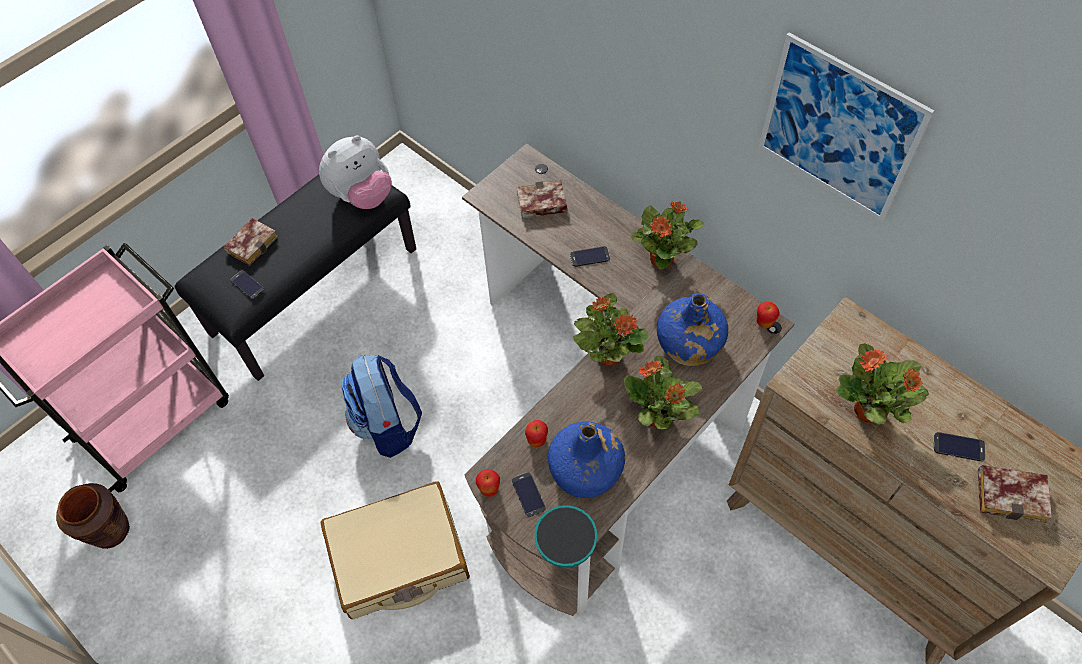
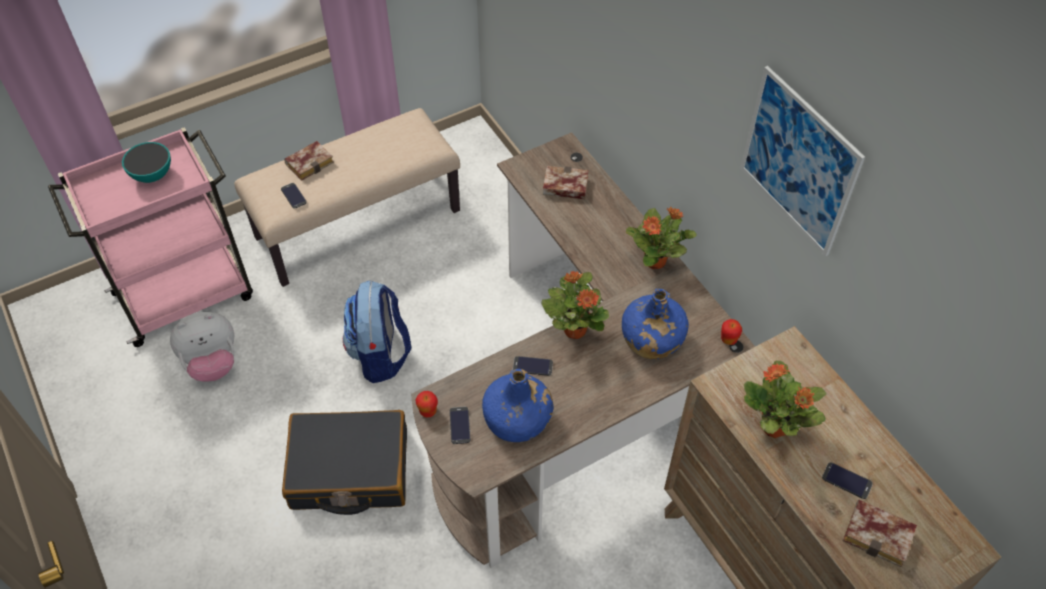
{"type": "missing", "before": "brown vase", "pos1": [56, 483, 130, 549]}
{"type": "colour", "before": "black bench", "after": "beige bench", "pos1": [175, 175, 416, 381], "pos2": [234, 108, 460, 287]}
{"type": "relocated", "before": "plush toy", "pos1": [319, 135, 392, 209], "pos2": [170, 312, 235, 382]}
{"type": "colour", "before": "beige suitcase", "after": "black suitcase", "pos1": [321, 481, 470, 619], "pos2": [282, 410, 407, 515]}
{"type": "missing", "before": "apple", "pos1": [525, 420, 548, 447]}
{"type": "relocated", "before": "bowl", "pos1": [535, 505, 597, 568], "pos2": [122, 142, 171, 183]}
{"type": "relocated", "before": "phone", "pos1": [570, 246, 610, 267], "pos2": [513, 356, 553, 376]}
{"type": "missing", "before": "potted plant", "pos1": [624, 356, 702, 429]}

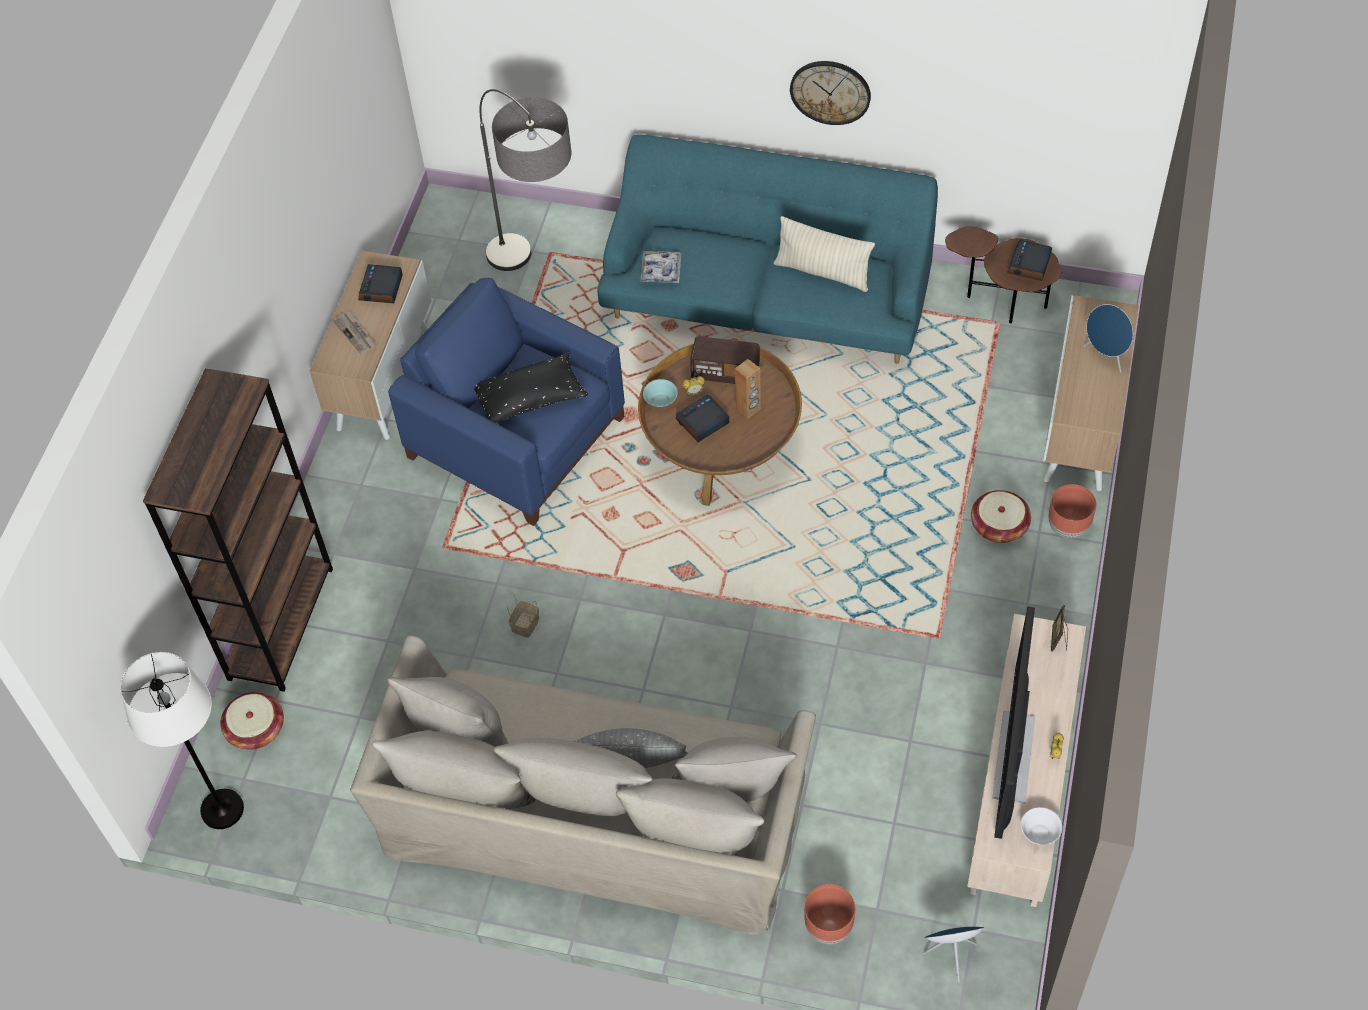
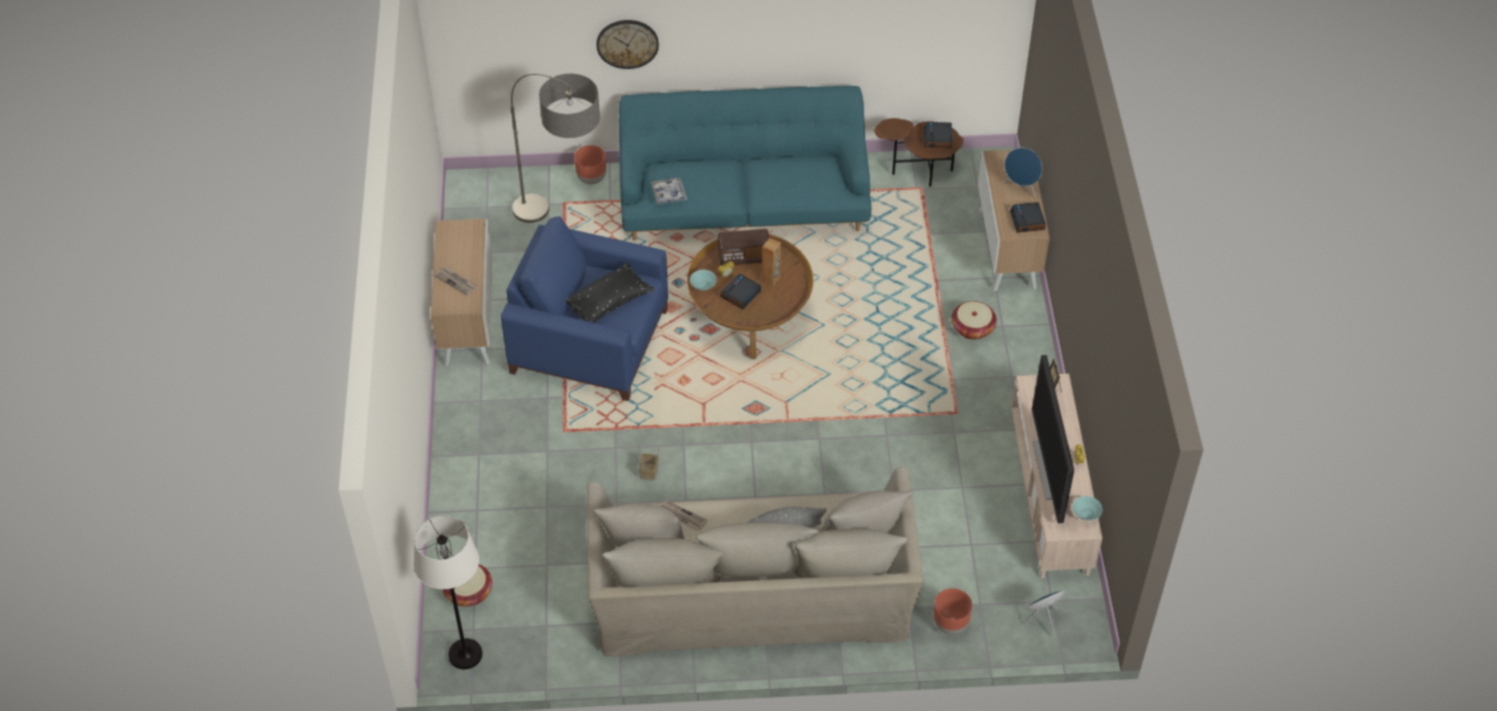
{"type": "missing", "before": "brown bookcase", "pos1": [143, 368, 333, 692]}
{"type": "relocated", "before": "alarm clock", "pos1": [359, 264, 403, 303], "pos2": [1010, 202, 1046, 233]}
{"type": "missing", "before": "beige pillow", "pos1": [774, 216, 875, 292]}
{"type": "relocated", "before": "wall clock", "pos1": [790, 61, 871, 125], "pos2": [597, 20, 659, 69]}
{"type": "colour", "before": "white bowl", "after": "turquoise bowl", "pos1": [1021, 807, 1062, 845], "pos2": [1073, 496, 1102, 520]}
{"type": "relocated", "before": "brown planter", "pos1": [1049, 484, 1096, 539], "pos2": [574, 145, 606, 184]}
{"type": "appeared", "after": "newspaper", "pos2": [660, 500, 708, 531]}

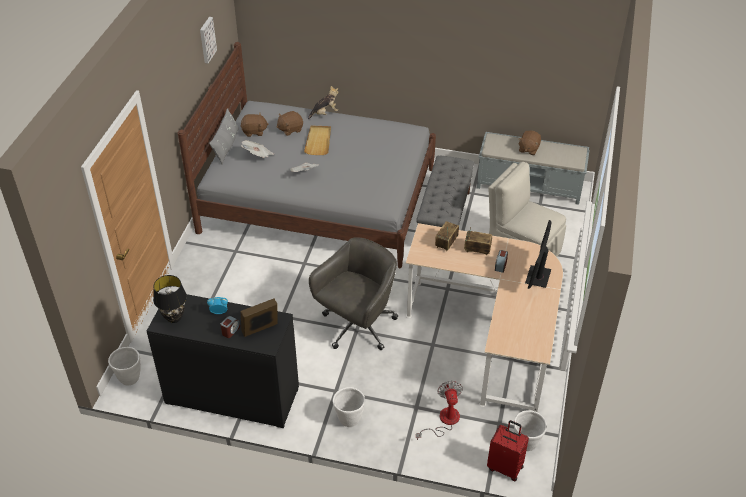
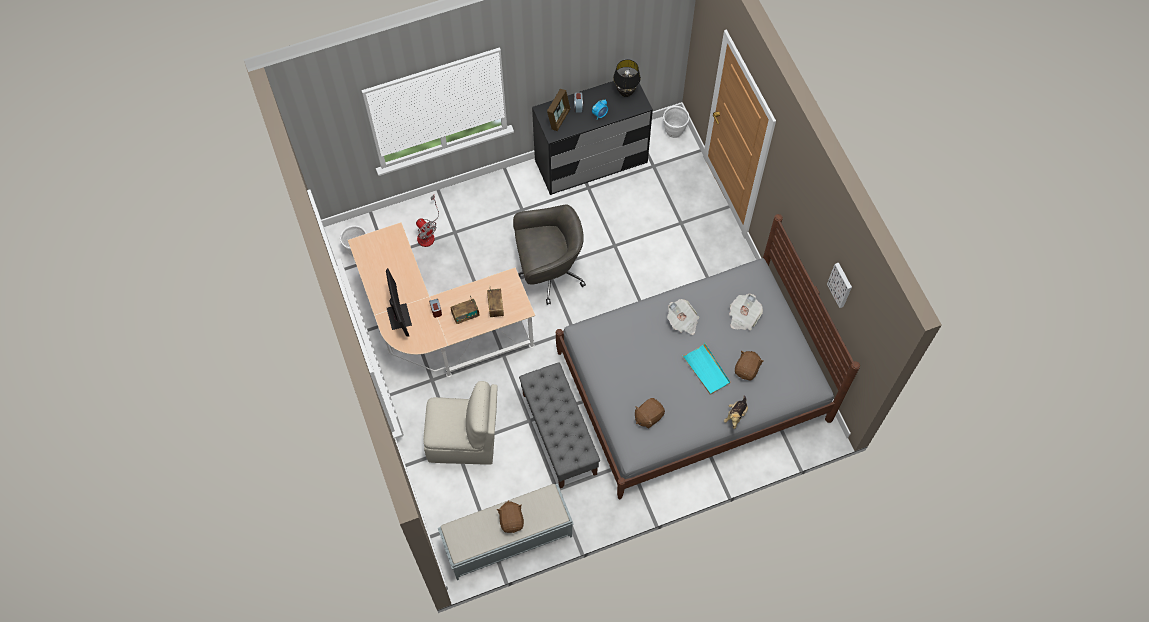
{"type": "missing", "before": "grey pillow", "pos1": [209, 108, 239, 164]}
{"type": "relocated", "before": "brown plush toy", "pos1": [241, 113, 269, 137], "pos2": [635, 398, 665, 429]}
{"type": "colour", "before": "beige tray", "after": "turquoise tray", "pos1": [304, 126, 331, 155], "pos2": [683, 343, 730, 395]}
{"type": "spun", "before": "grey office chair", "pos1": [309, 237, 398, 350], "pos2": [513, 205, 586, 305], "turn": -105}
{"type": "missing", "before": "white planter", "pos1": [333, 387, 365, 427]}
{"type": "missing", "before": "red suitcase", "pos1": [487, 420, 529, 481]}

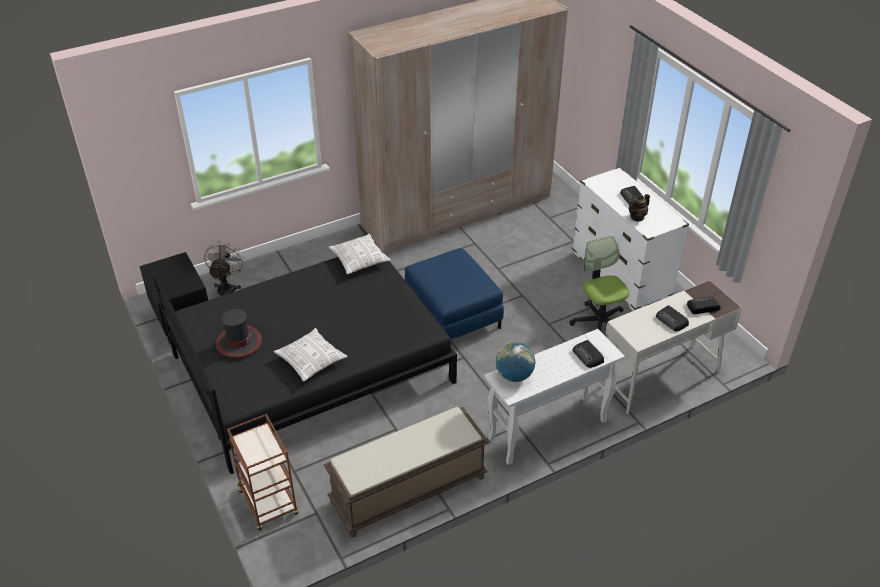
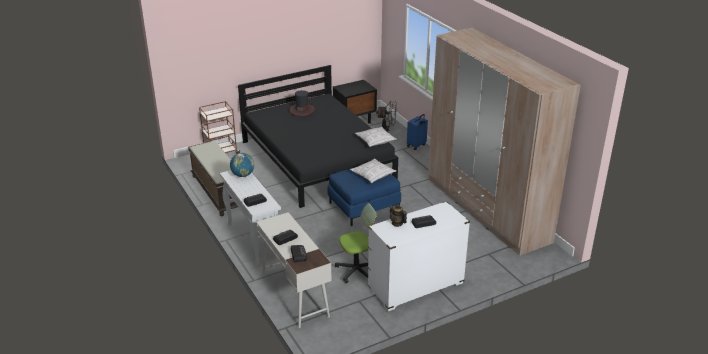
{"type": "relocated", "before": "pillow", "pos1": [274, 328, 348, 382], "pos2": [350, 159, 396, 183]}
{"type": "appeared", "after": "blue suitcase", "pos2": [407, 114, 428, 150]}

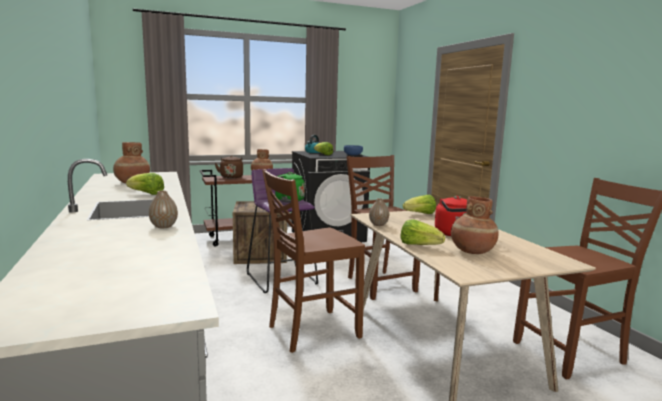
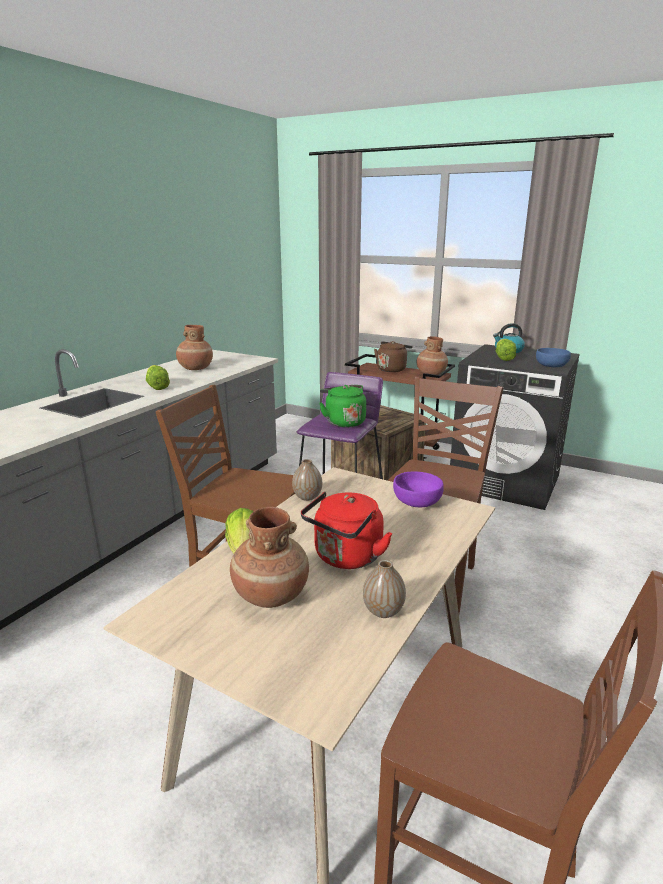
{"type": "relocated", "before": "vase", "pos1": [149, 191, 178, 228], "pos2": [363, 560, 406, 618]}
{"type": "exchanged", "before": "lettuce", "after": "purple bowl", "pos1": [403, 195, 436, 214], "pos2": [393, 471, 444, 507]}

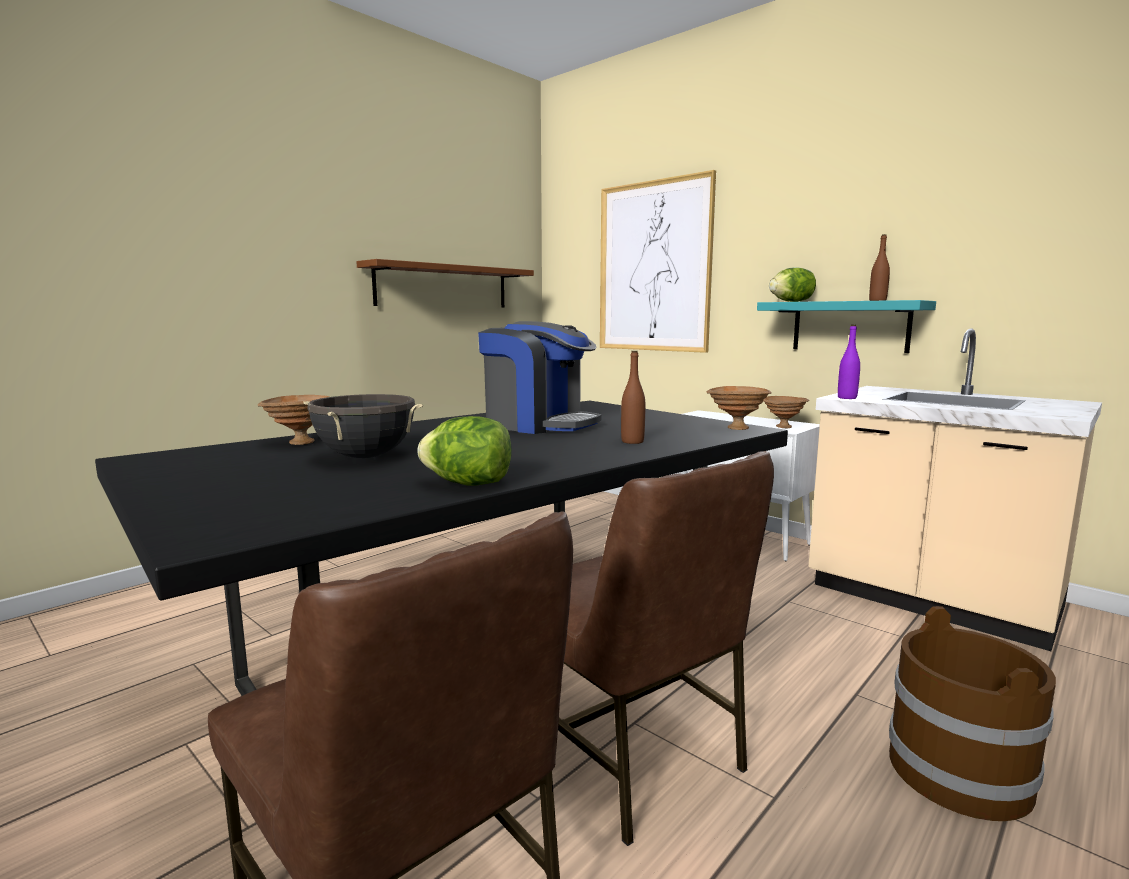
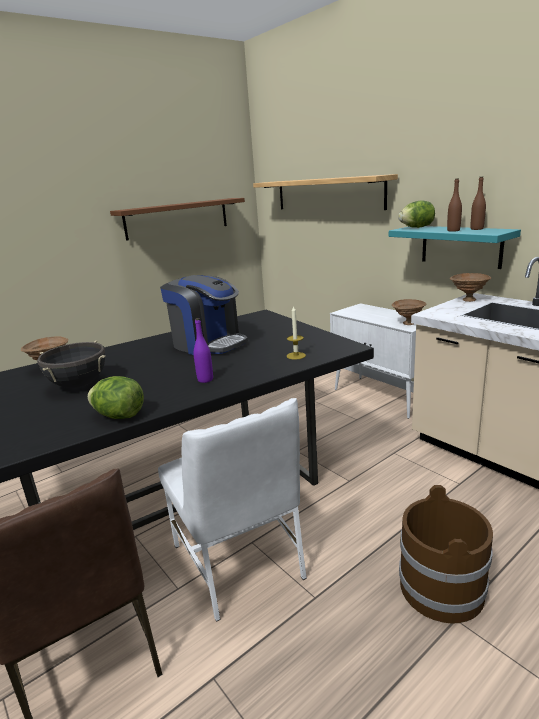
{"type": "colour", "before": "brown chair", "after": "white chair", "pos1": [558, 451, 774, 846], "pos2": [158, 398, 307, 622]}
{"type": "exchanged", "before": "picture", "after": "shelf", "pos1": [600, 170, 716, 353], "pos2": [253, 174, 398, 210]}
{"type": "relocated", "before": "brown bottle", "pos1": [621, 351, 646, 444], "pos2": [447, 178, 462, 232]}
{"type": "relocated", "before": "brown bowl", "pos1": [707, 386, 772, 430], "pos2": [450, 273, 491, 302]}
{"type": "relocated", "before": "purple bottle", "pos1": [838, 325, 860, 399], "pos2": [194, 318, 213, 383]}
{"type": "appeared", "after": "candle", "pos2": [287, 305, 306, 360]}

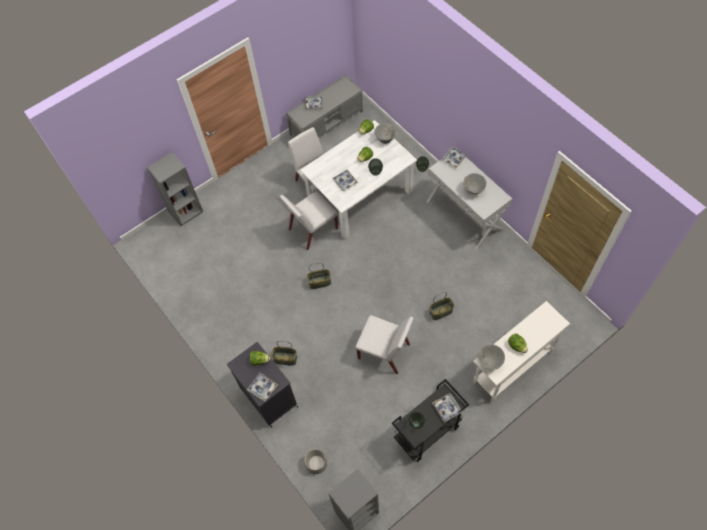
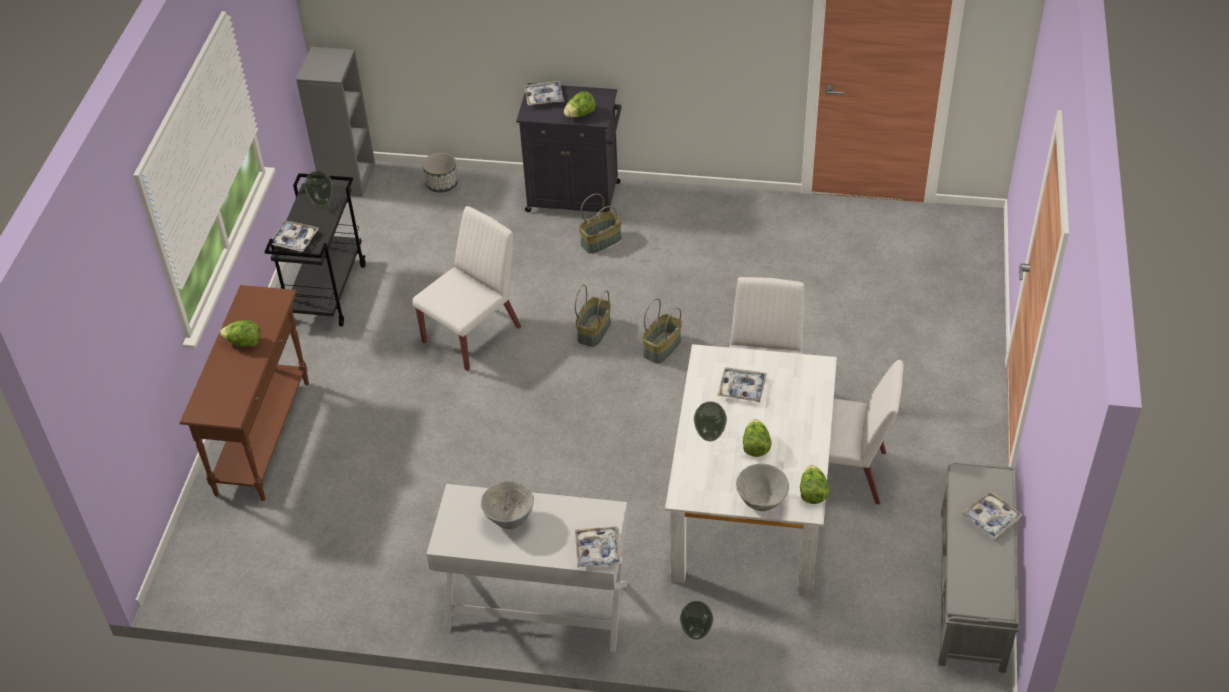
{"type": "missing", "before": "grey bookcase", "pos1": [147, 152, 203, 227]}
{"type": "spun", "before": "white chair", "pos1": [355, 315, 414, 374], "pos2": [412, 206, 521, 371], "turn": 150}
{"type": "relocated", "before": "basket", "pos1": [429, 292, 454, 320], "pos2": [575, 284, 611, 347]}
{"type": "colour", "before": "white console table", "after": "brown console table", "pos1": [473, 301, 570, 402], "pos2": [180, 285, 309, 501]}
{"type": "missing", "before": "grey bowl", "pos1": [478, 344, 505, 370]}

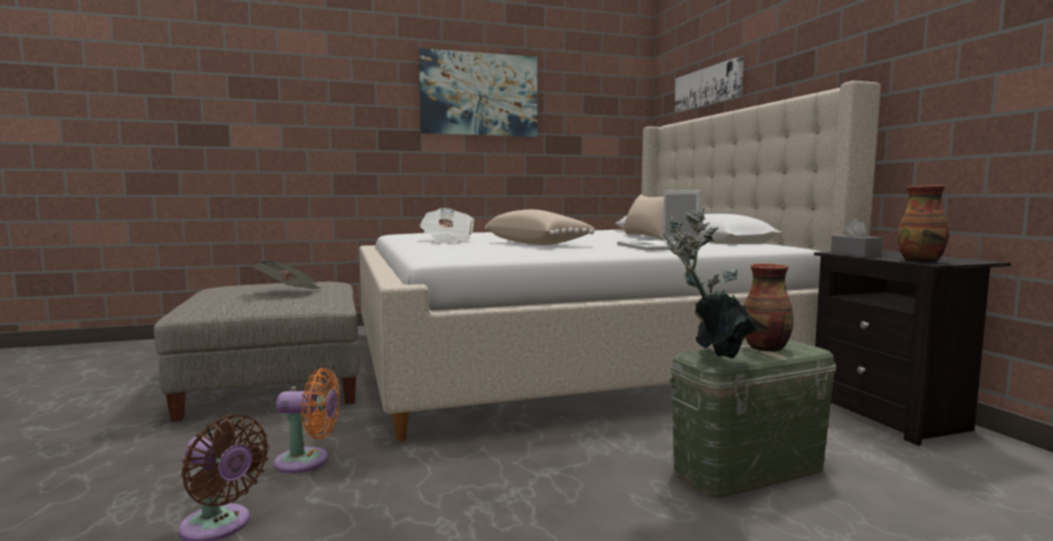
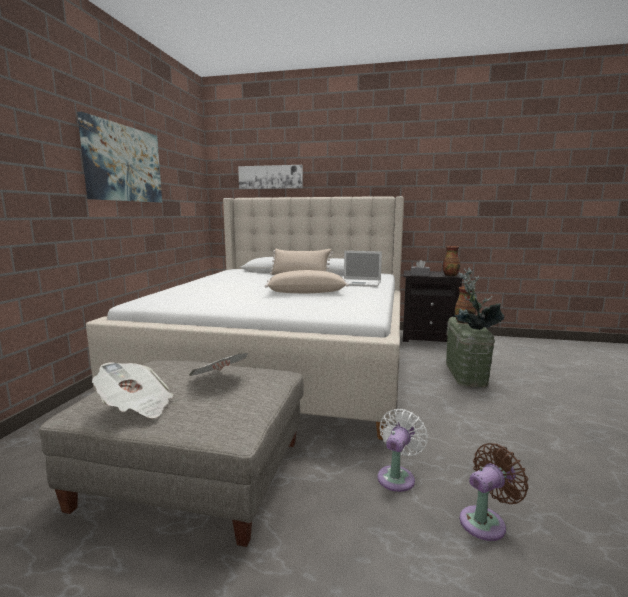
{"type": "colour", "before": "orange fan", "after": "white fan", "pos1": [274, 368, 340, 473], "pos2": [378, 409, 428, 492]}
{"type": "relocated", "before": "newspaper", "pos1": [420, 208, 474, 244], "pos2": [92, 362, 173, 418]}

